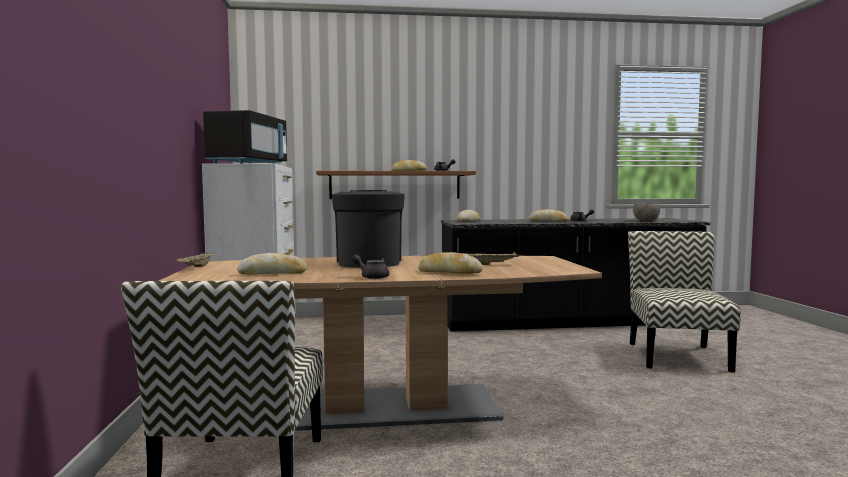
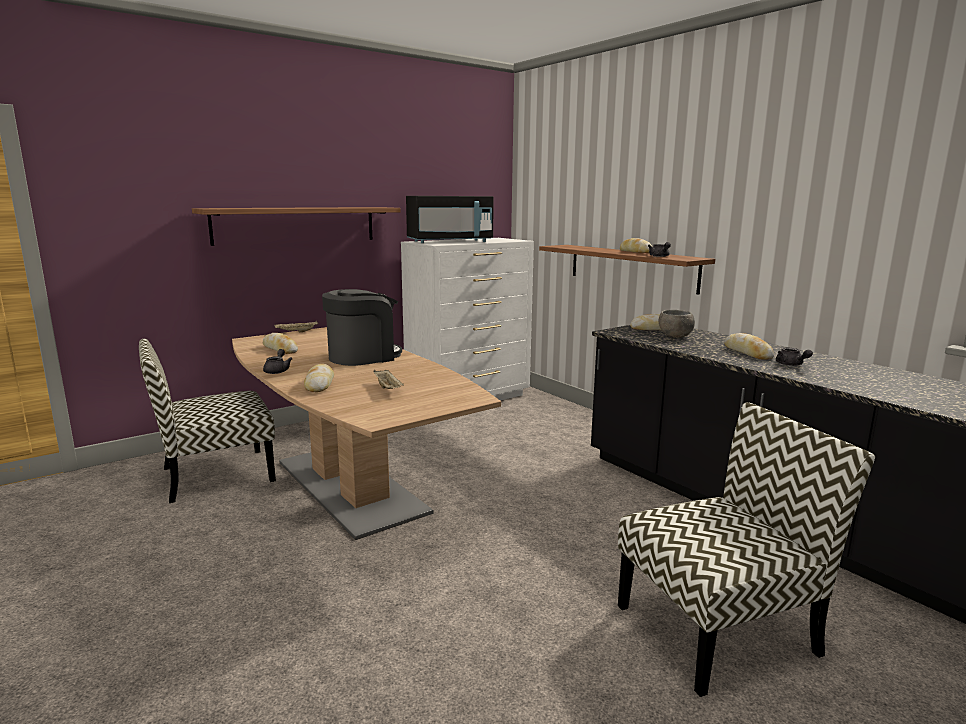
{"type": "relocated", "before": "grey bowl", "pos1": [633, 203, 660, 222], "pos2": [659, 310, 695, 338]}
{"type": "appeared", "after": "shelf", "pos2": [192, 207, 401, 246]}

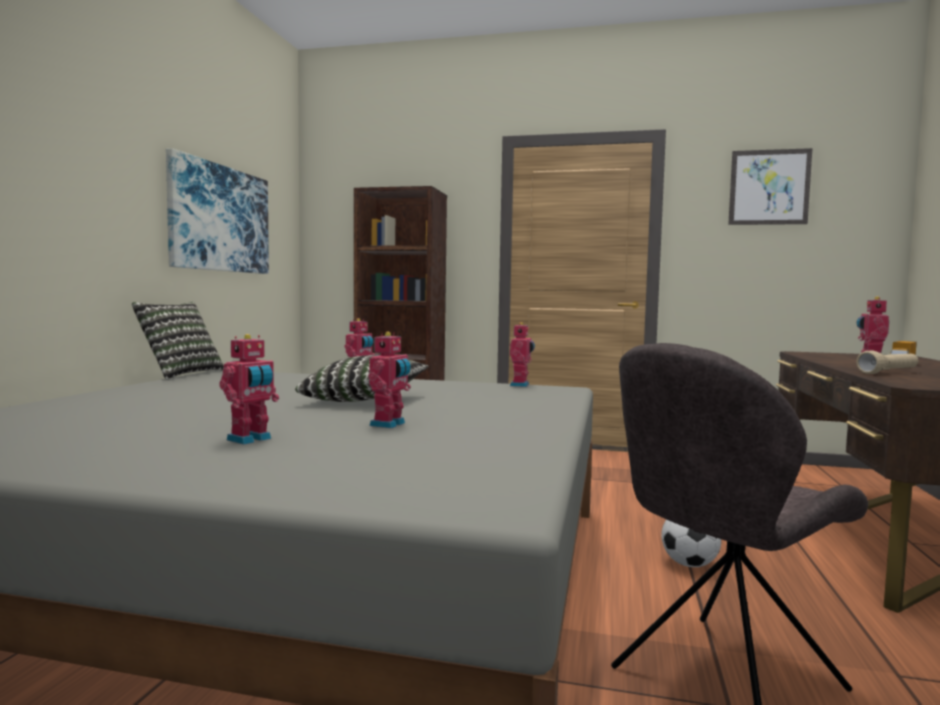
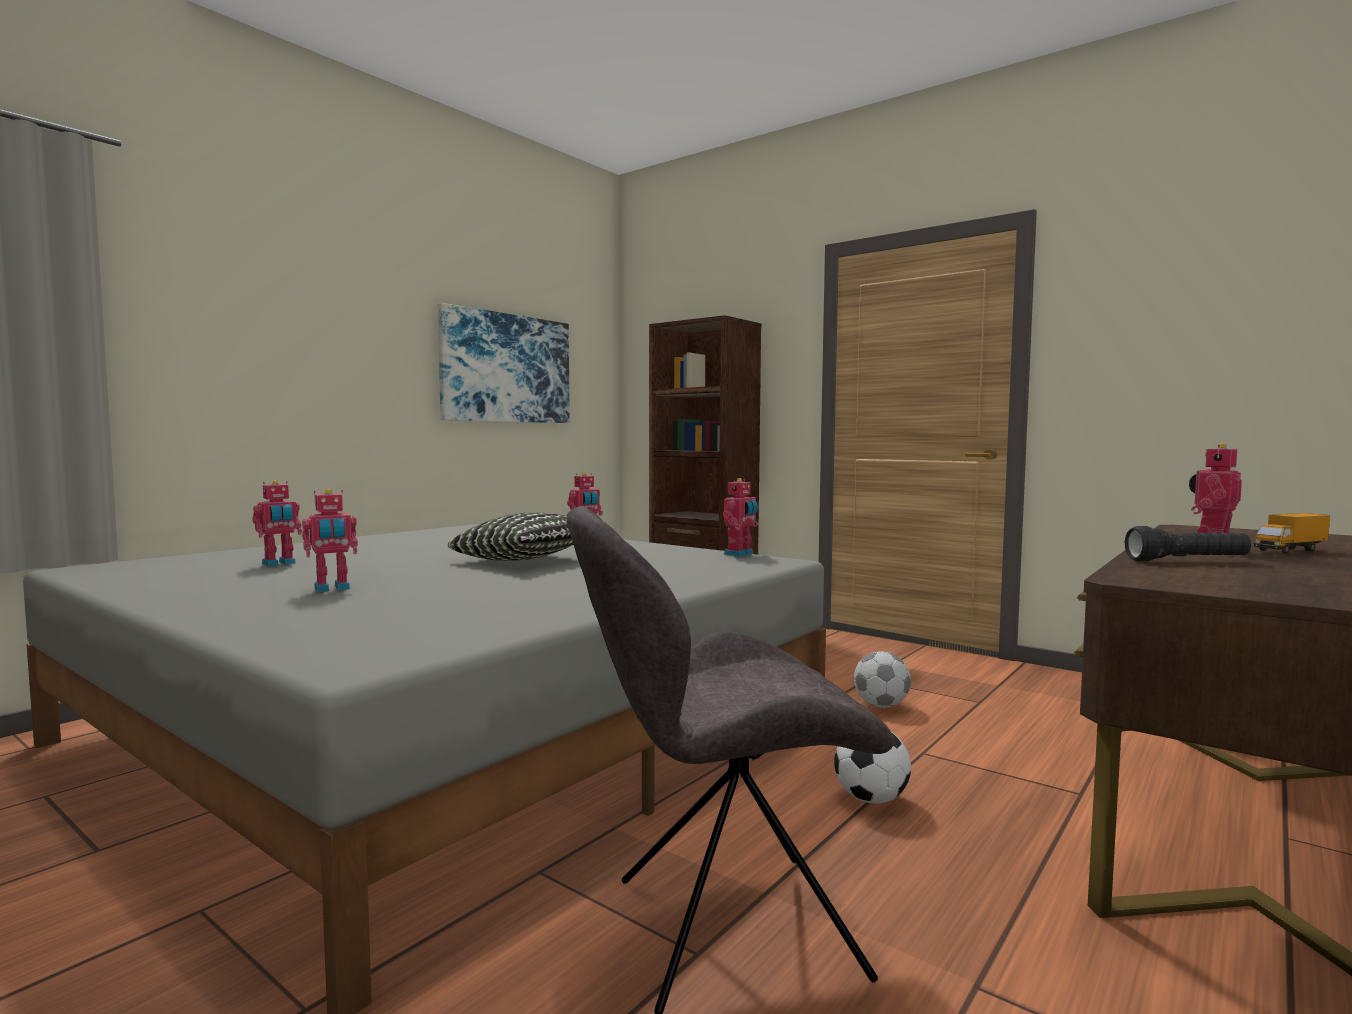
{"type": "missing", "before": "pillow", "pos1": [132, 302, 224, 379]}
{"type": "relocated", "before": "toy robot", "pos1": [368, 332, 411, 428], "pos2": [252, 480, 302, 566]}
{"type": "missing", "before": "picture", "pos1": [728, 148, 813, 225]}
{"type": "colour", "before": "beige flashlight", "after": "black flashlight", "pos1": [856, 351, 918, 374], "pos2": [1125, 526, 1251, 561]}
{"type": "appeared", "after": "football", "pos2": [854, 652, 911, 708]}

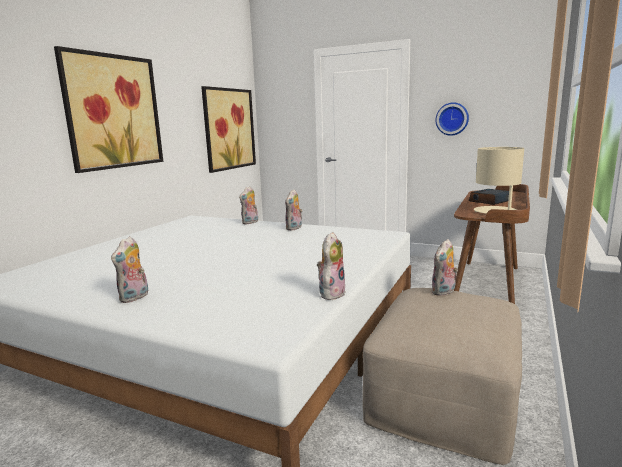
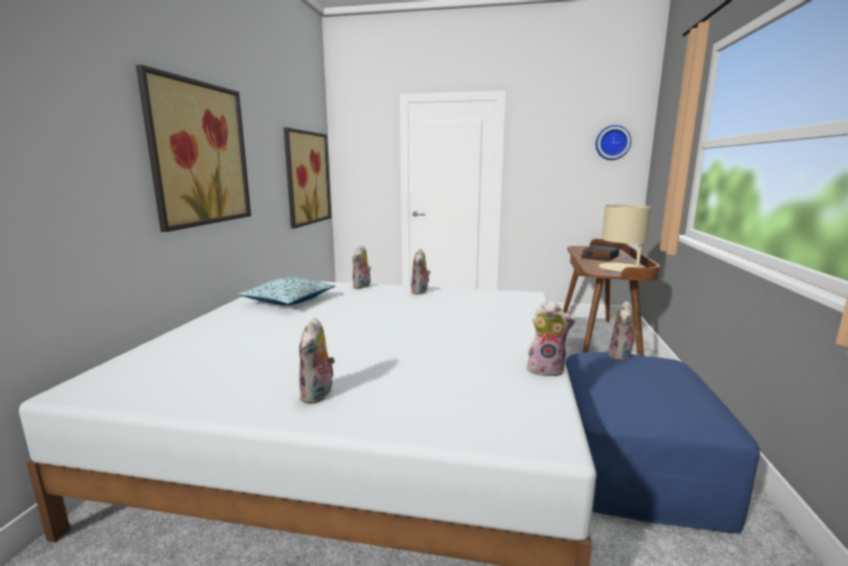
{"type": "spun", "before": "plush toy", "pos1": [317, 232, 346, 300], "pos2": [527, 302, 576, 377], "turn": 90}
{"type": "colour", "before": "beige ottoman", "after": "blue ottoman", "pos1": [363, 288, 522, 465], "pos2": [566, 352, 760, 533]}
{"type": "relocated", "before": "wall clock", "pos1": [435, 102, 469, 136], "pos2": [596, 125, 631, 160]}
{"type": "appeared", "after": "pillow", "pos2": [238, 277, 335, 305]}

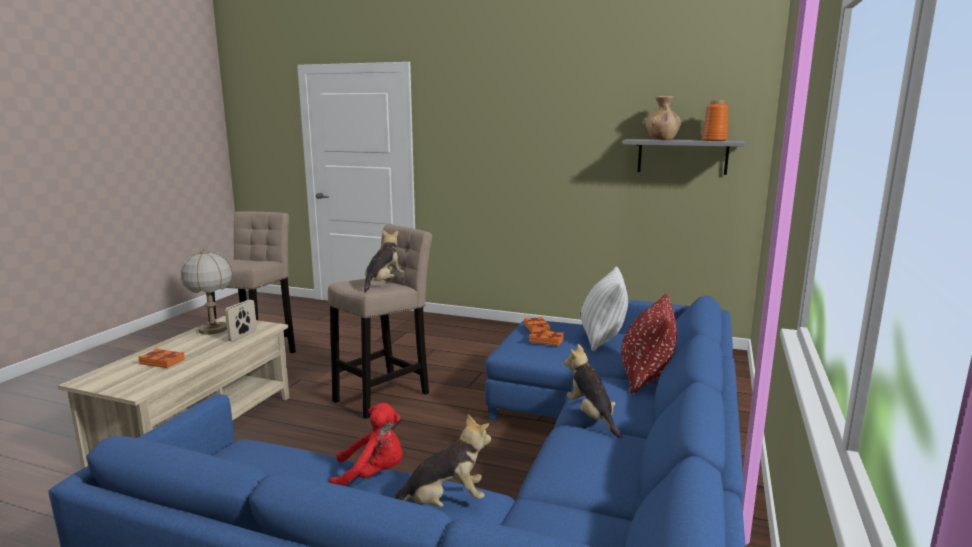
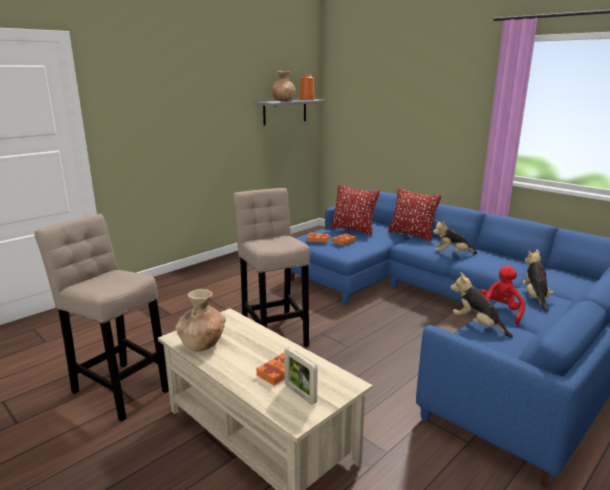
{"type": "exchanged", "before": "table lamp", "after": "brown vase", "pos1": [181, 248, 233, 335], "pos2": [175, 289, 226, 352]}
{"type": "relocated", "before": "picture frame", "pos1": [225, 300, 257, 342], "pos2": [284, 348, 318, 405]}
{"type": "relocated", "before": "plush toy", "pos1": [364, 230, 404, 293], "pos2": [450, 272, 513, 338]}
{"type": "colour", "before": "white pillow", "after": "red pillow", "pos1": [581, 266, 628, 352], "pos2": [330, 185, 380, 236]}

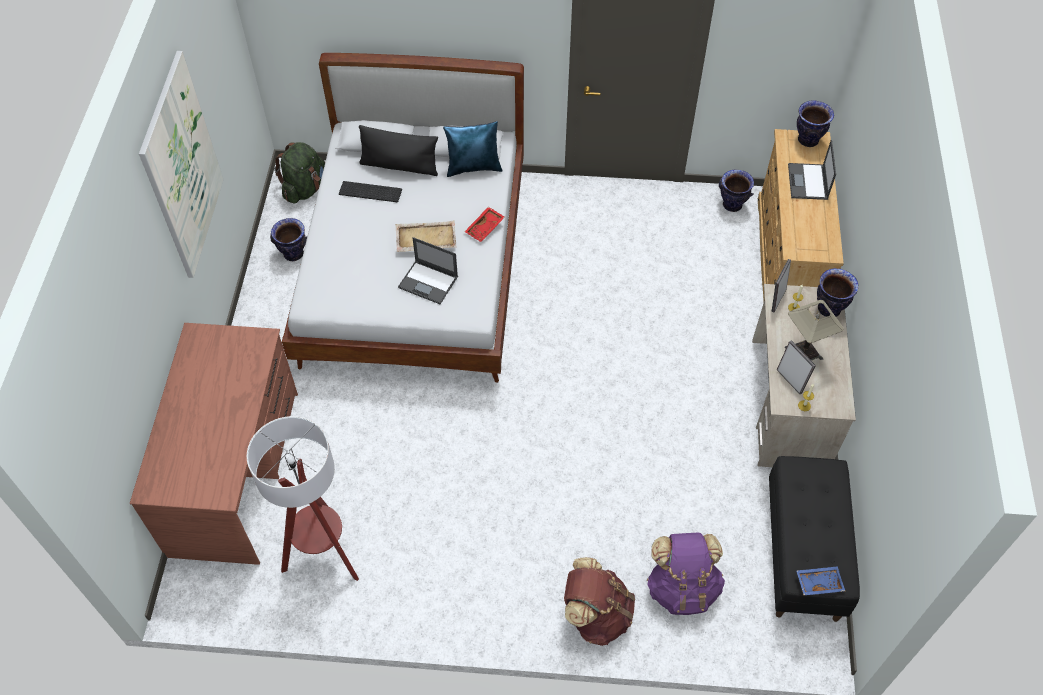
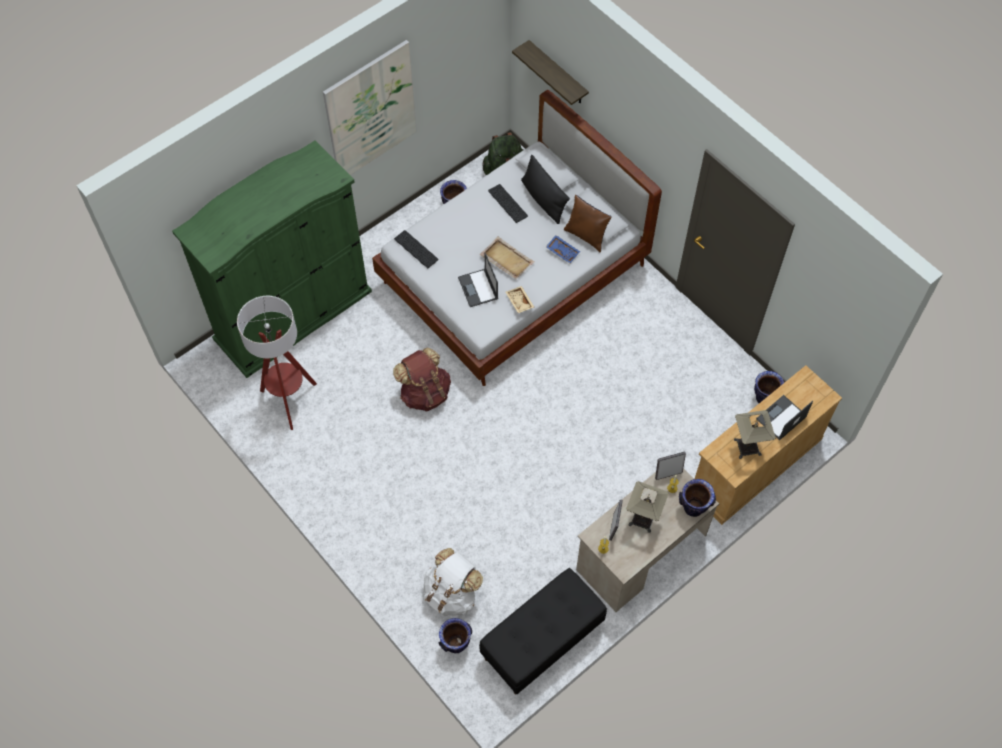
{"type": "exchanged", "before": "brown desk", "after": "green wardrobe", "pos1": [130, 323, 298, 565], "pos2": [172, 140, 372, 378]}
{"type": "colour", "before": "blue pillow", "after": "brown pillow", "pos1": [443, 121, 503, 177], "pos2": [564, 195, 612, 253]}
{"type": "missing", "before": "red tray", "pos1": [464, 207, 505, 242]}
{"type": "relocated", "before": "brown backpack", "pos1": [564, 557, 635, 646], "pos2": [393, 348, 451, 411]}
{"type": "colour", "before": "purple backpack", "after": "white backpack", "pos1": [647, 533, 725, 615], "pos2": [424, 548, 483, 616]}
{"type": "relocated", "before": "blue tray", "pos1": [796, 566, 845, 595], "pos2": [546, 235, 580, 263]}
{"type": "relocated", "before": "vase", "pos1": [797, 101, 834, 147], "pos2": [439, 618, 472, 653]}
{"type": "appeared", "after": "keyboard", "pos2": [394, 230, 439, 268]}
{"type": "appeared", "after": "beige tray", "pos2": [505, 286, 534, 313]}
{"type": "appeared", "after": "shelf", "pos2": [512, 40, 589, 105]}
{"type": "appeared", "after": "table lamp", "pos2": [734, 410, 776, 459]}

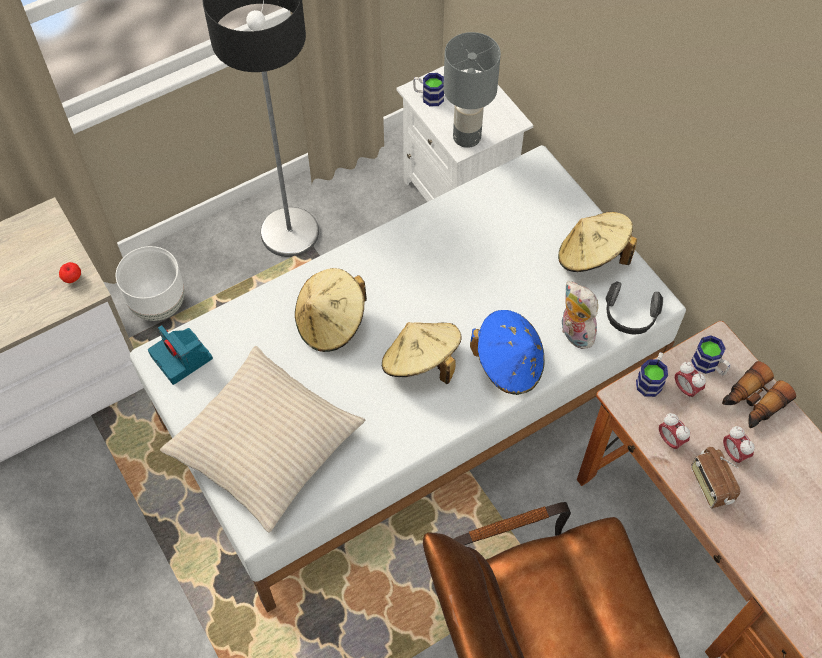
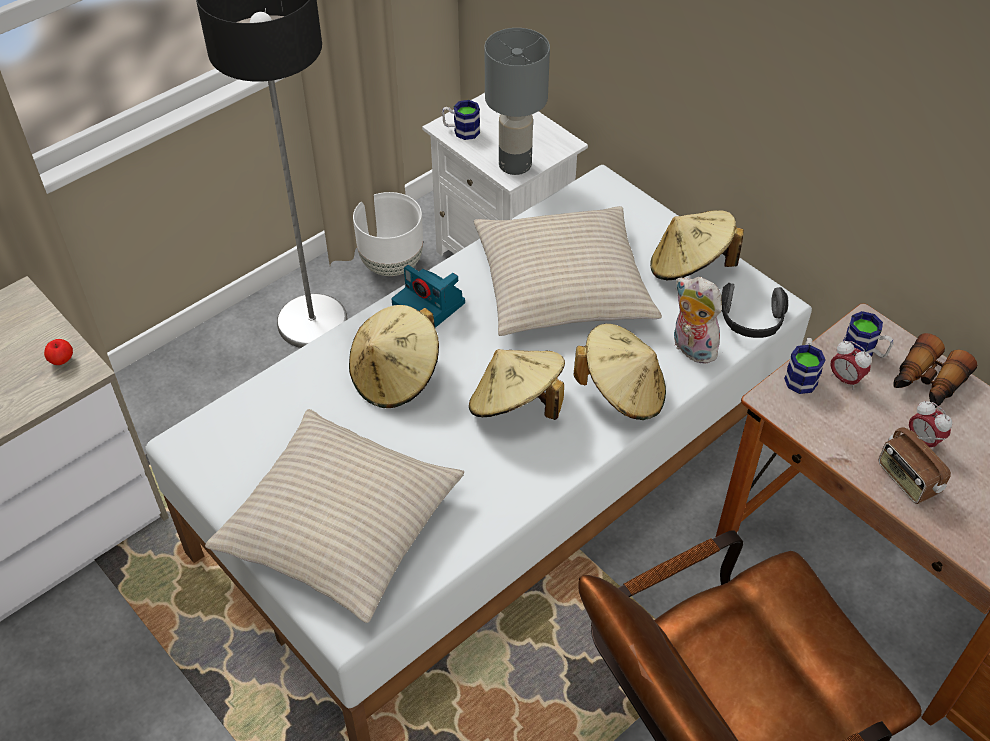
{"type": "relocated", "before": "white planter", "pos1": [116, 246, 184, 321], "pos2": [353, 192, 423, 276]}
{"type": "relocated", "before": "photo camera", "pos1": [148, 325, 213, 385], "pos2": [391, 265, 465, 328]}
{"type": "colour", "before": "blue hat", "after": "beige hat", "pos1": [470, 310, 545, 395], "pos2": [573, 324, 666, 420]}
{"type": "missing", "before": "alarm clock", "pos1": [659, 413, 690, 451]}
{"type": "appeared", "after": "beige pillow", "pos2": [474, 206, 662, 336]}

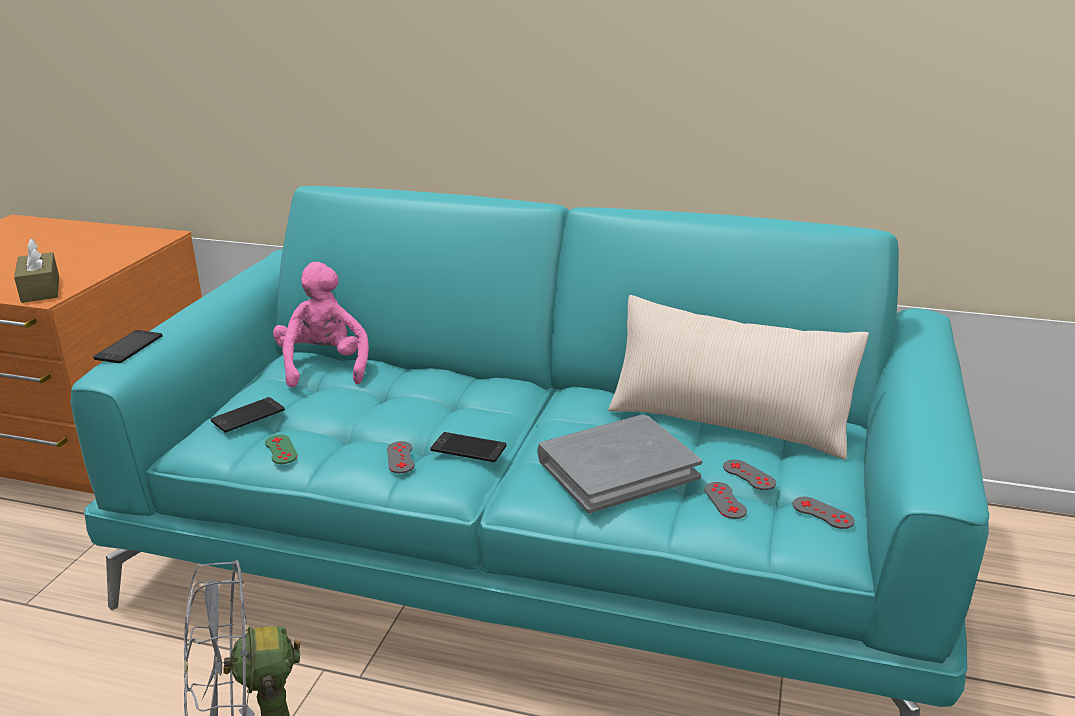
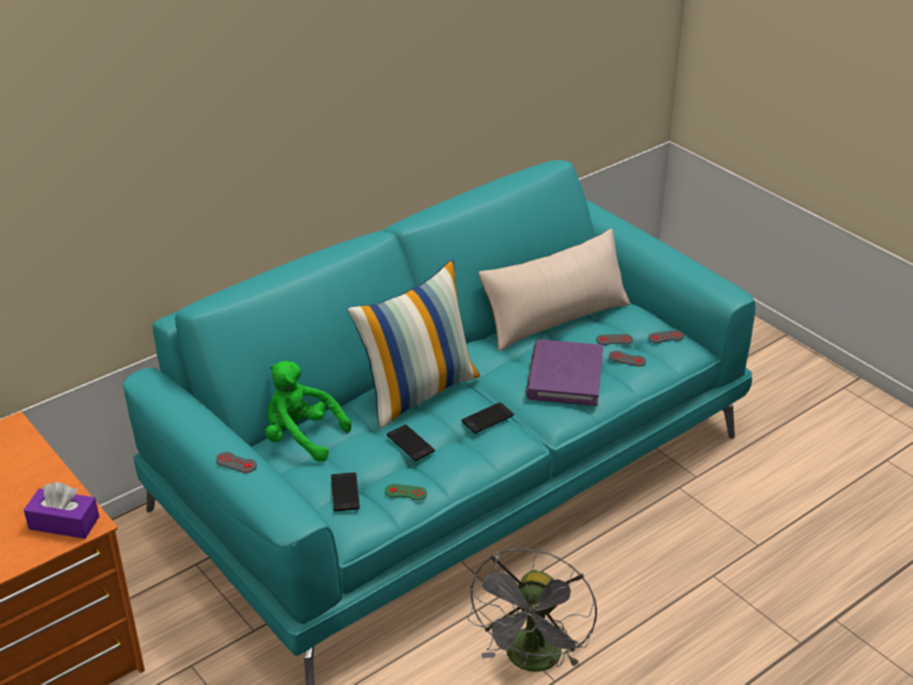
{"type": "colour", "before": "brown tissue box", "after": "purple tissue box", "pos1": [14, 238, 59, 303], "pos2": [24, 482, 99, 539]}
{"type": "relocated", "before": "phone", "pos1": [93, 330, 163, 363], "pos2": [387, 425, 435, 461]}
{"type": "colour", "before": "pink plush toy", "after": "green plush toy", "pos1": [273, 262, 369, 388], "pos2": [265, 361, 351, 462]}
{"type": "relocated", "before": "grey game controller", "pos1": [387, 441, 415, 473], "pos2": [216, 452, 257, 473]}
{"type": "colour", "before": "grey book", "after": "purple book", "pos1": [537, 415, 702, 513], "pos2": [526, 339, 603, 406]}
{"type": "appeared", "after": "pillow", "pos2": [347, 260, 480, 429]}

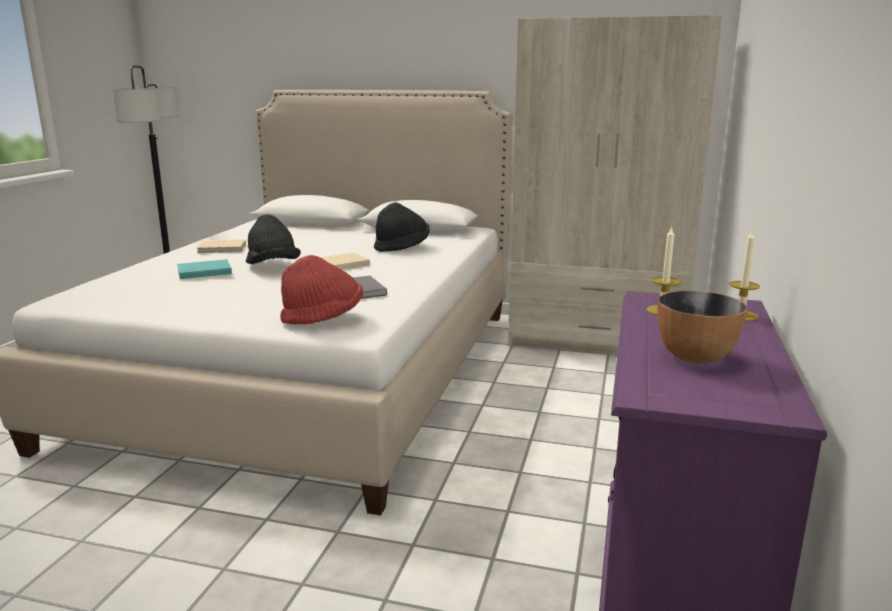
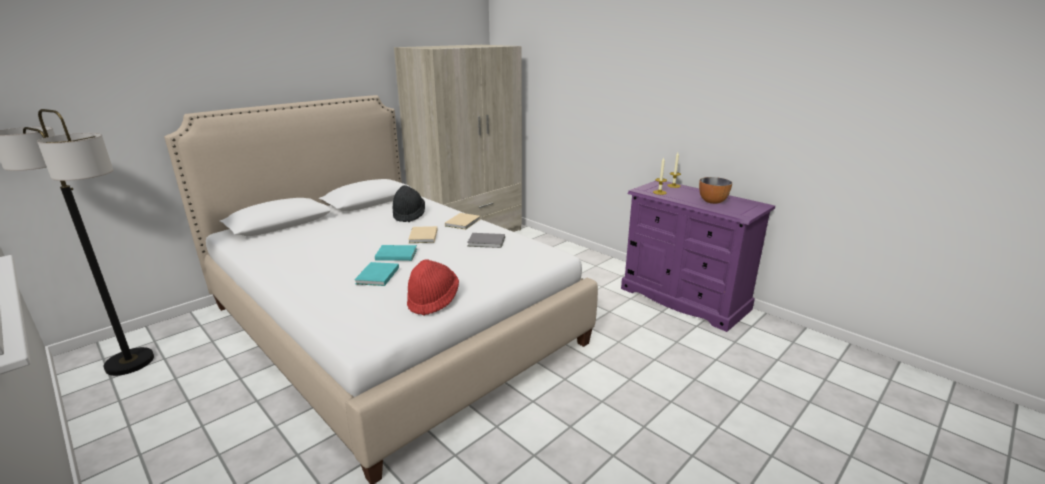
{"type": "relocated", "before": "beige book", "pos1": [197, 239, 246, 253], "pos2": [445, 213, 480, 230]}
{"type": "exchanged", "before": "black hat", "after": "turquoise book", "pos1": [246, 214, 301, 264], "pos2": [375, 245, 417, 261]}
{"type": "relocated", "before": "red hat", "pos1": [280, 255, 363, 325], "pos2": [407, 259, 459, 315]}

